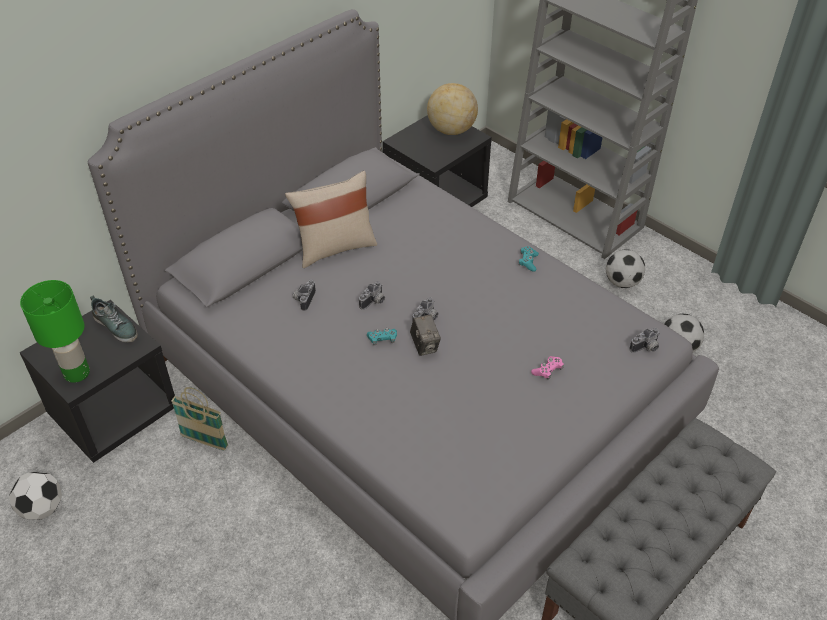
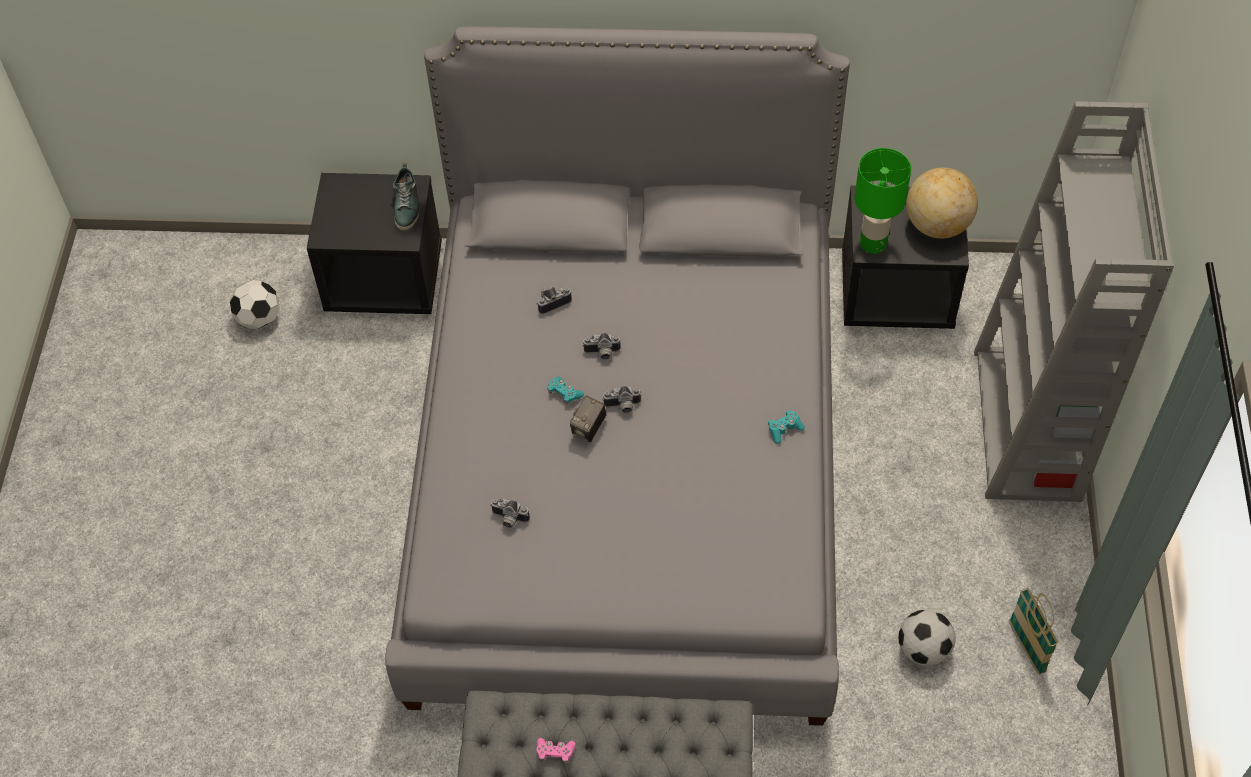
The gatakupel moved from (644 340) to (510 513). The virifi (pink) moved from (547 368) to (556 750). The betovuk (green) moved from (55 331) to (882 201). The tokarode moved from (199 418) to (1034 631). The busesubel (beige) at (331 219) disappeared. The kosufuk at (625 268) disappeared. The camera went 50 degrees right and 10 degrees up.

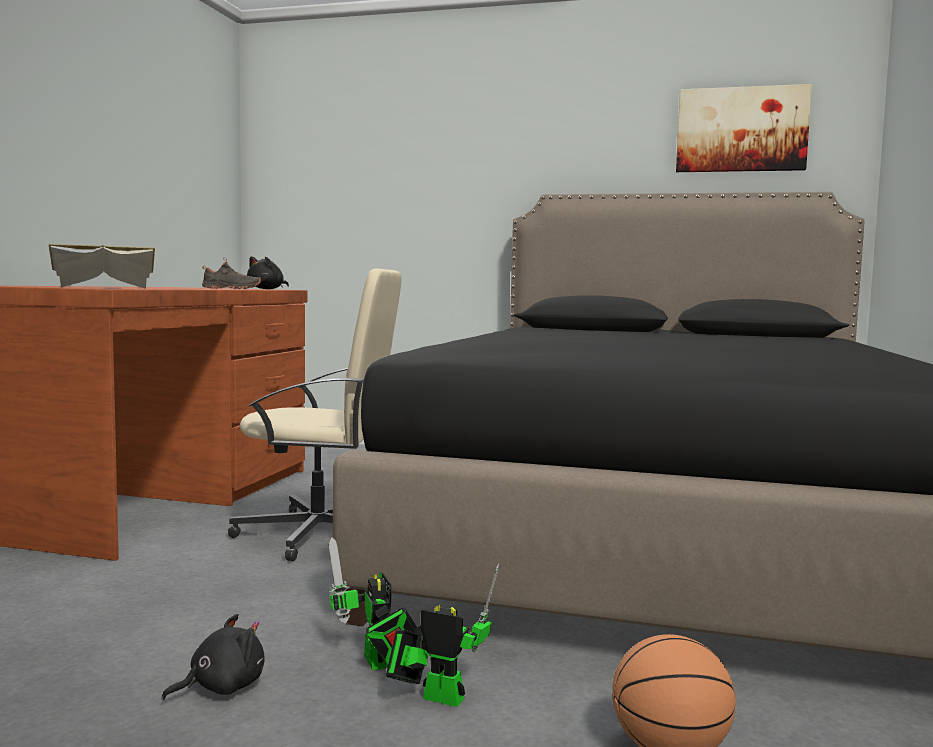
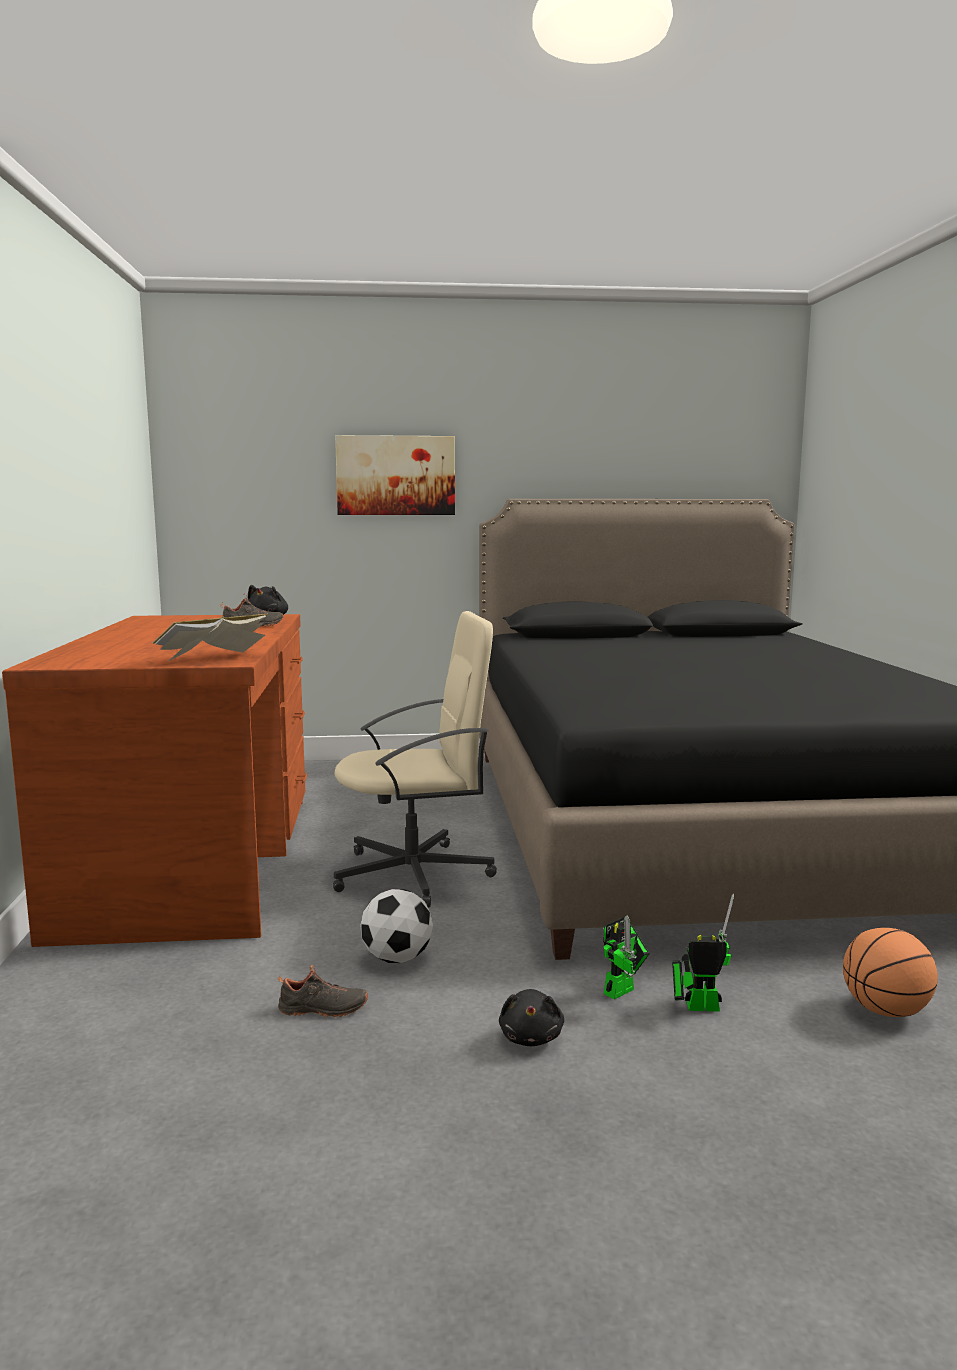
The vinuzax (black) at (323 991) appeared. The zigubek moved from (744 128) to (395 475). The kosufuk at (396 926) appeared. The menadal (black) at (213 657) turned 150 degrees clockwise. The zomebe at (372 603) turned 90 degrees counterclockwise. The camera went 20 degrees left and 5 degrees up.

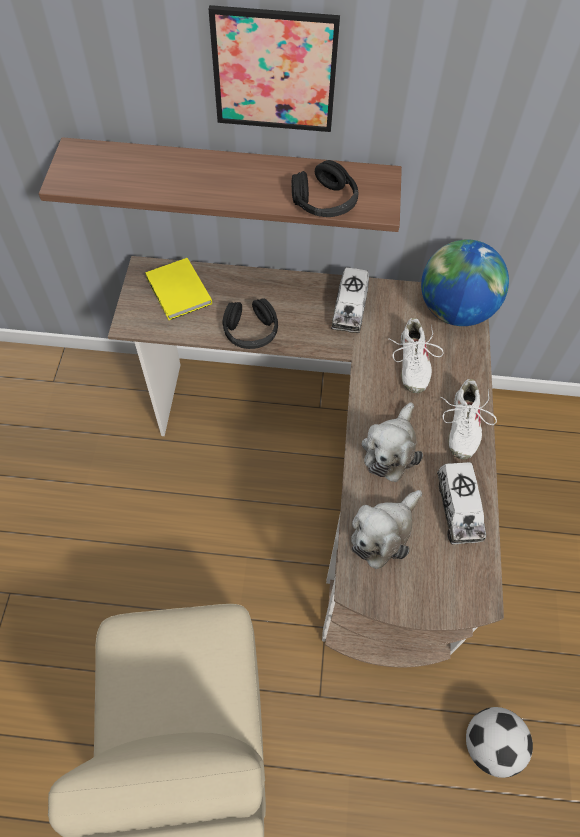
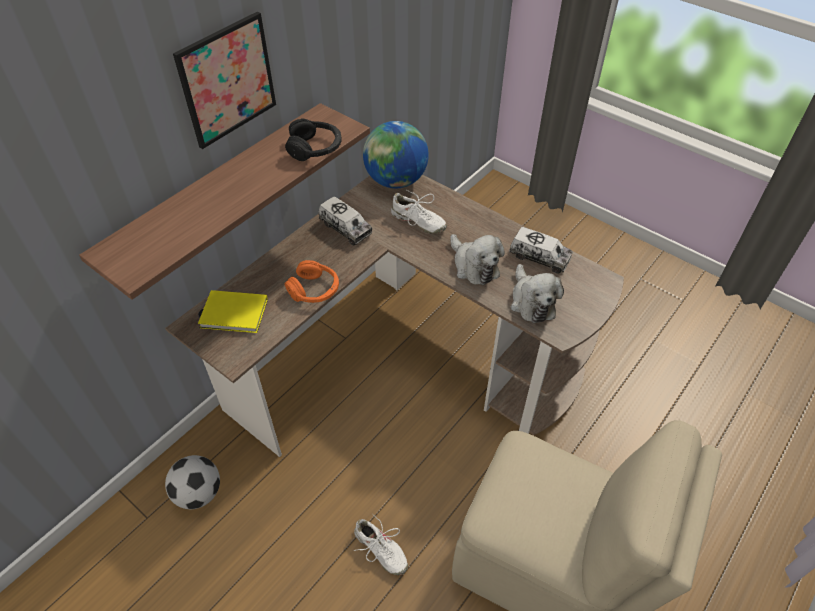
The kosufuk moved from (499 742) to (192 482). The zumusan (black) at (250 323) became the zumusan (orange) at (312 281). The vinuzax (white) moved from (469 419) to (381 546). The camera went 55 degrees left and 10 degrees down.

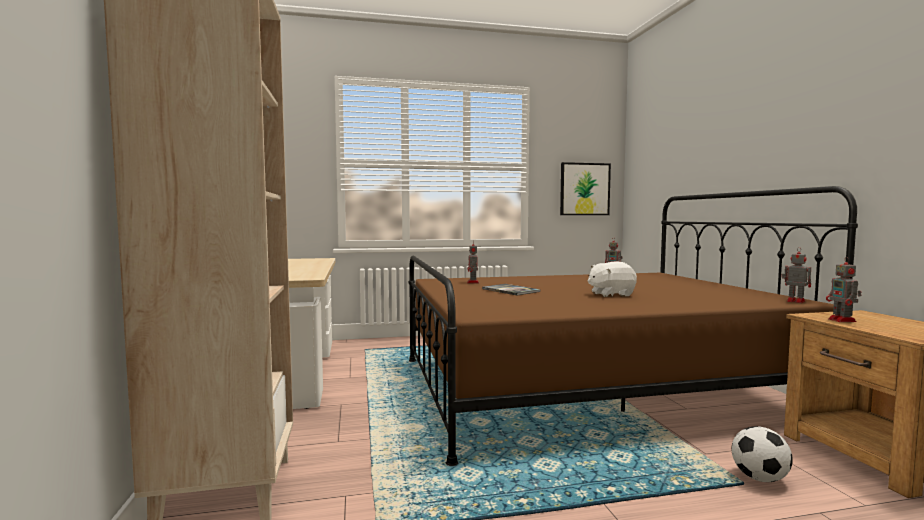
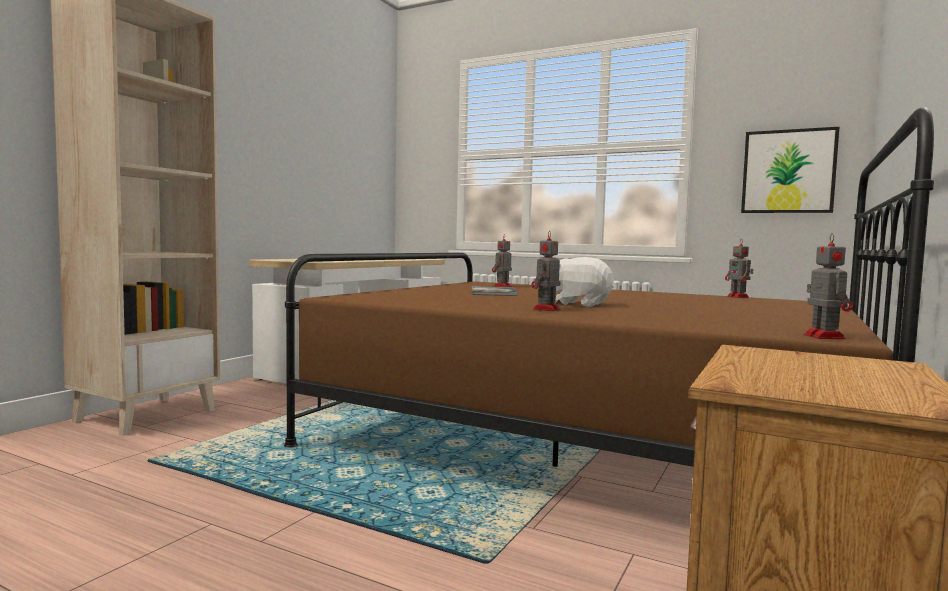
The zomebe moved from (844 289) to (545 271). The kosufuk at (762 454) disappeared. The camera went 40 degrees right and 0 degrees up.

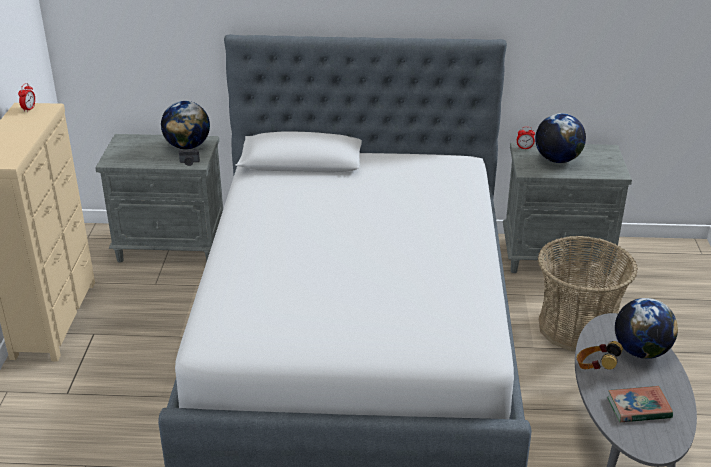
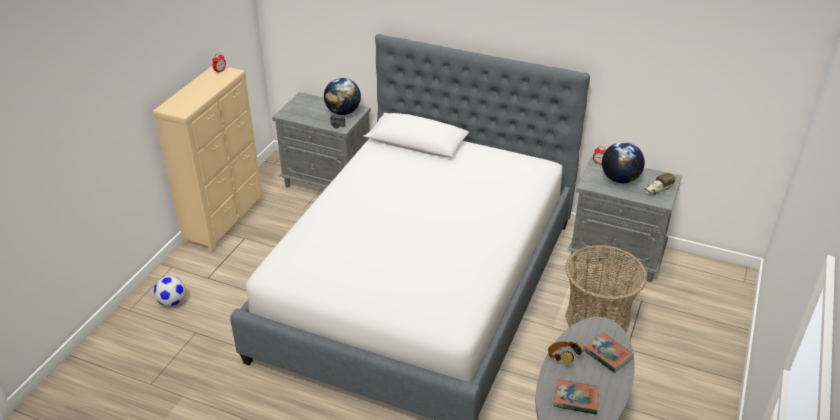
The kosufuk at (169 291) appeared. The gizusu at (646 328) was replaced by the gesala at (609 352). The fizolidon at (660 184) appeared. The camera went 20 degrees right and 5 degrees up.

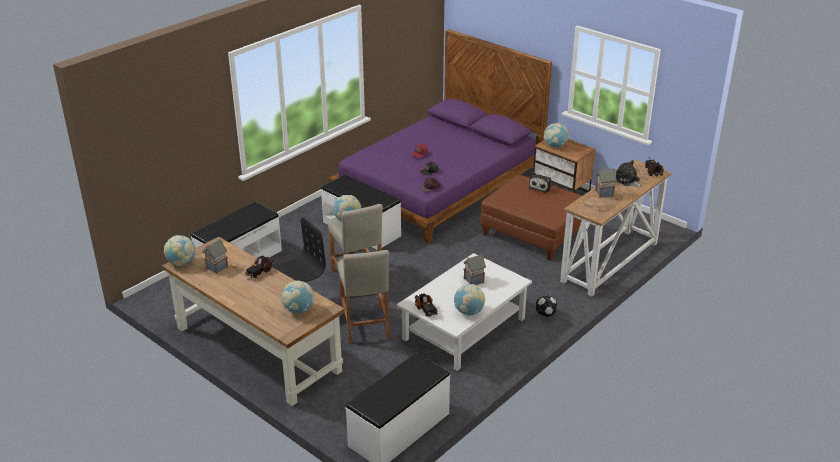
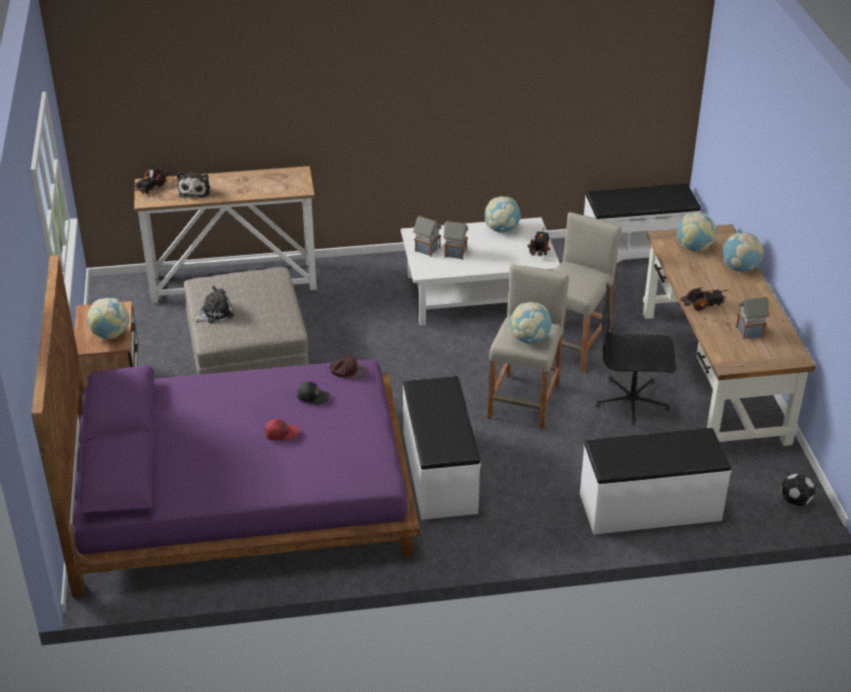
The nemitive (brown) at (531 218) became the nemitive (grey) at (246 321). The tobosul moved from (606 183) to (427 236). The gizusu moved from (180 250) to (743 252). The kosufuk moved from (546 306) to (798 490). The camera went 140 degrees left and 5 degrees up.

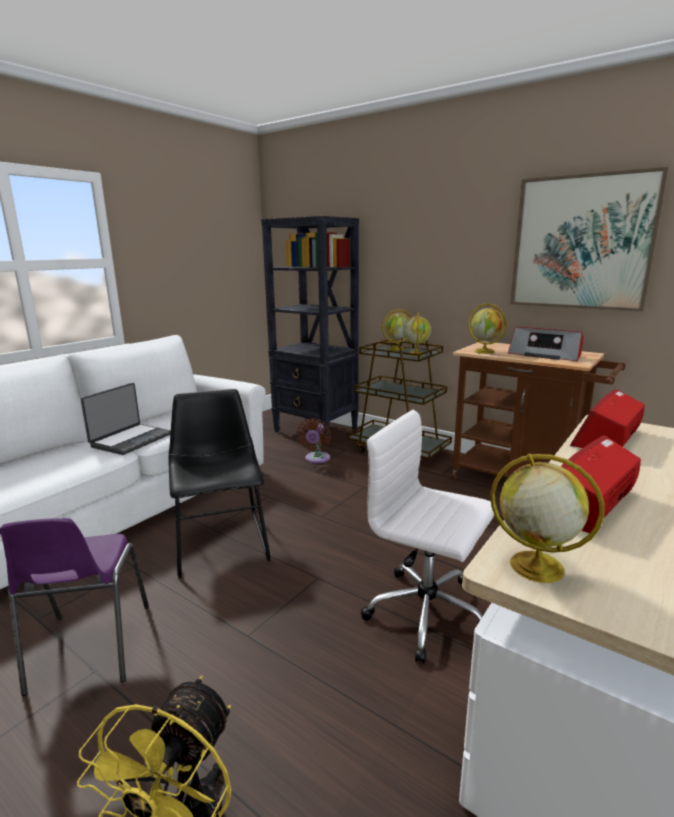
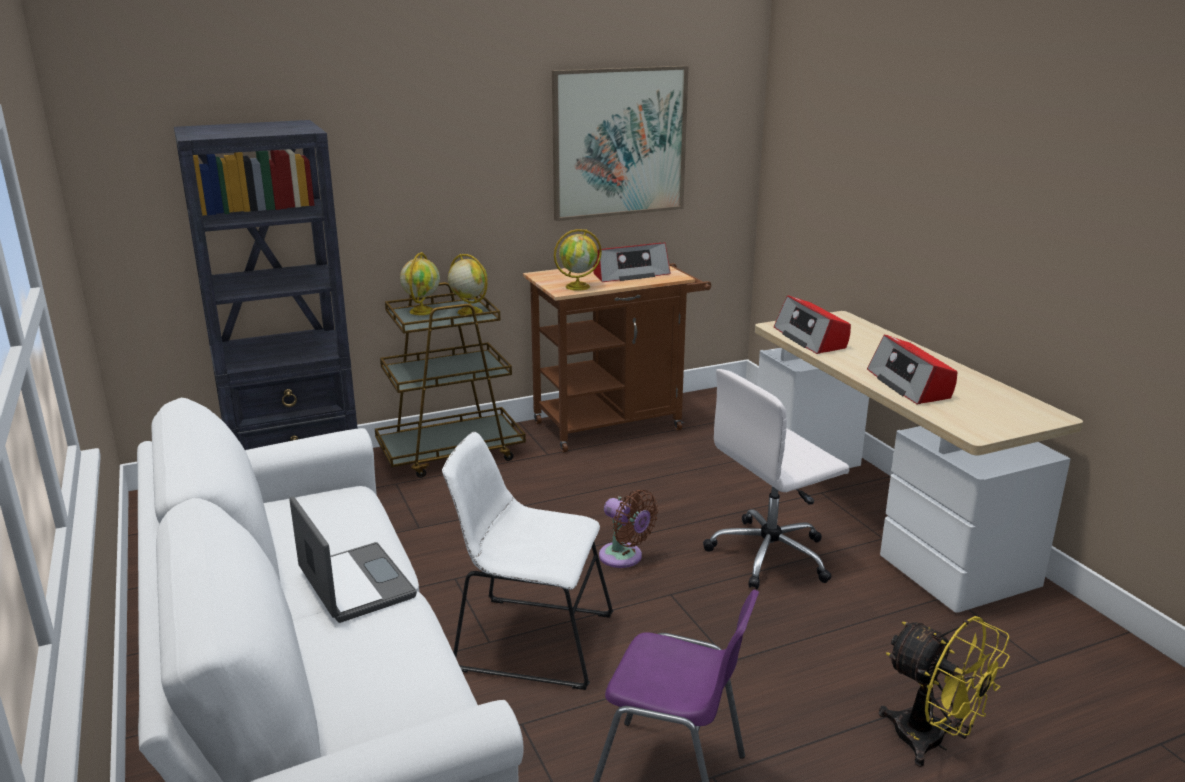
The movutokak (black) at (220 483) became the movutokak (white) at (527 561). The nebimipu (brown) moved from (314 441) to (628 529). The gizusu at (547 518) disappeared. The camera went 60 degrees left and 5 degrees up.

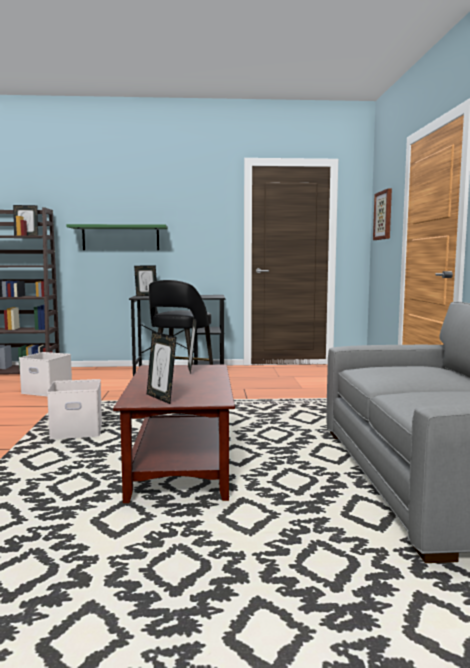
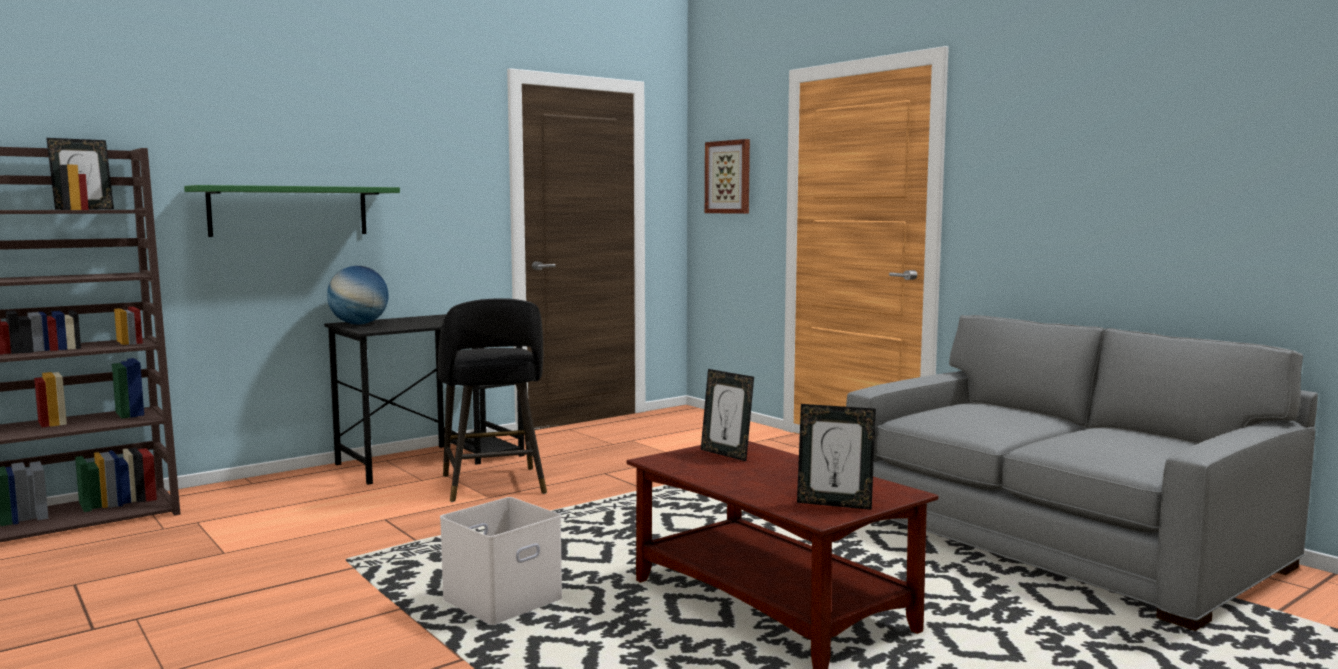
The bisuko at (145 281) was replaced by the gizusu at (358 295). The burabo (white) at (45 374) disappeared. The camera went 35 degrees left and 0 degrees up.

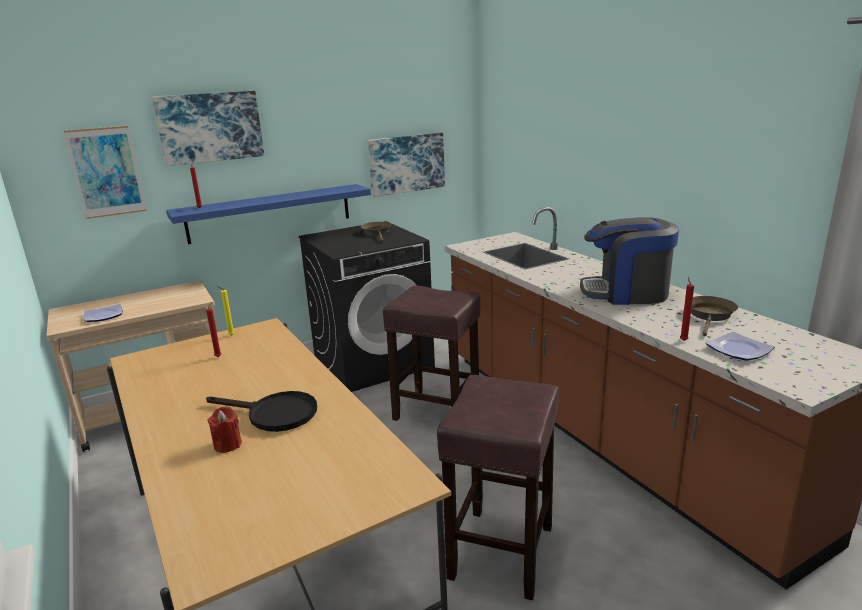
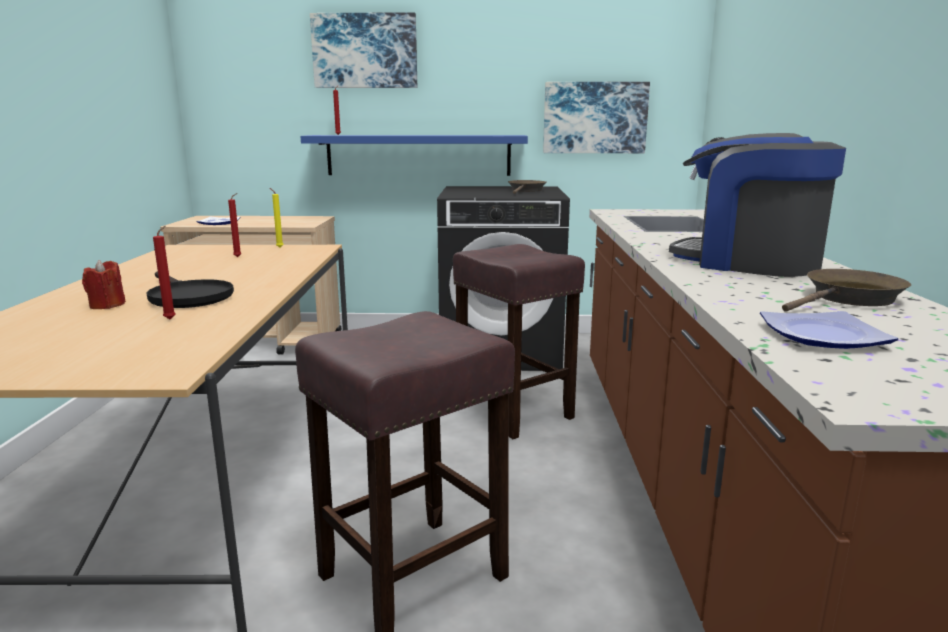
The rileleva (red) moved from (687 309) to (164 272). The zigubek at (105 172) disappeared. The camera went 30 degrees right and 5 degrees down.

